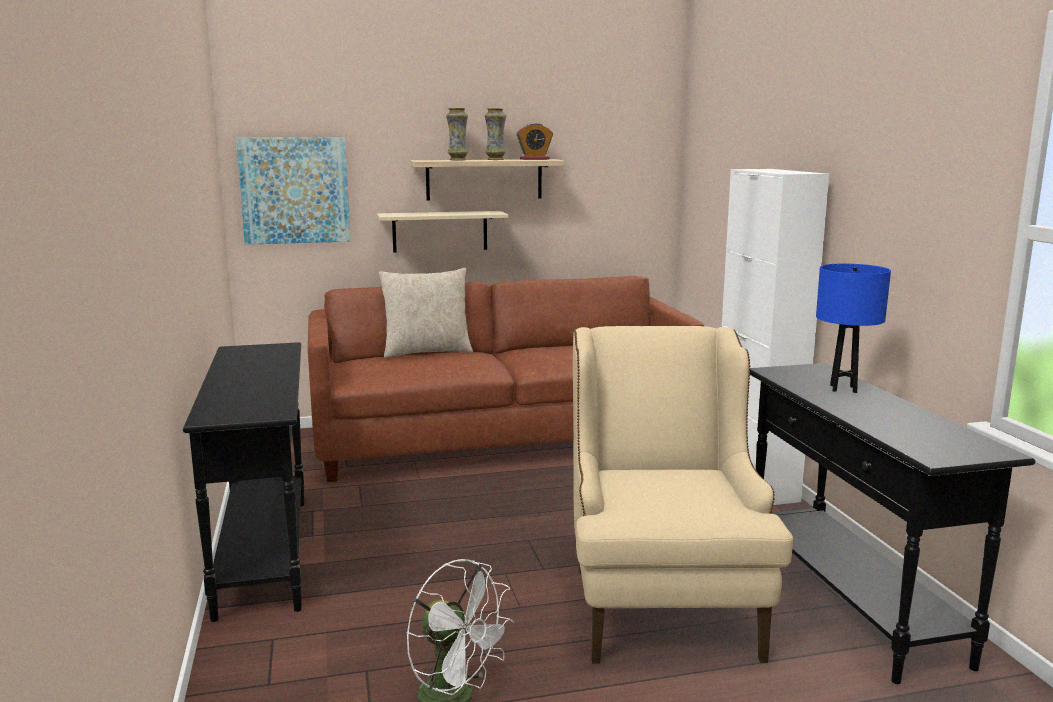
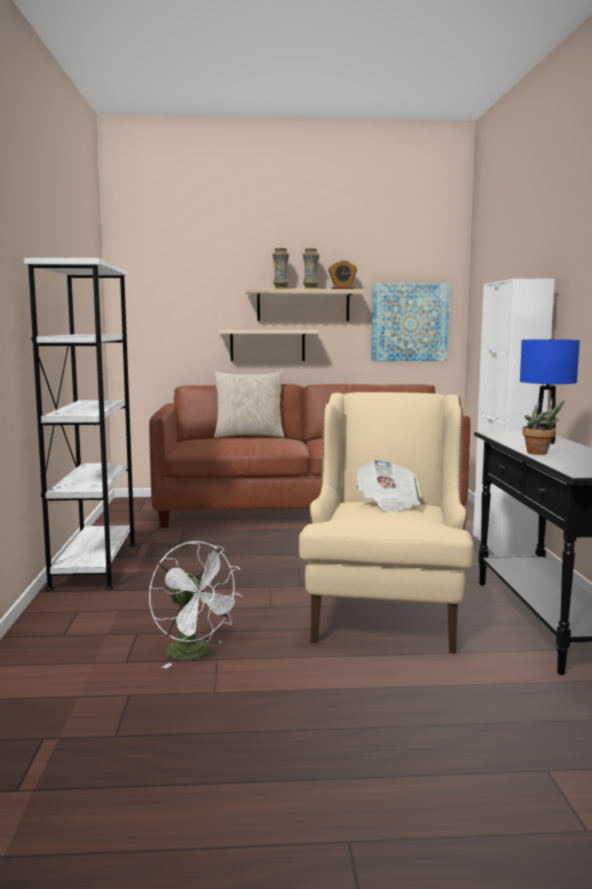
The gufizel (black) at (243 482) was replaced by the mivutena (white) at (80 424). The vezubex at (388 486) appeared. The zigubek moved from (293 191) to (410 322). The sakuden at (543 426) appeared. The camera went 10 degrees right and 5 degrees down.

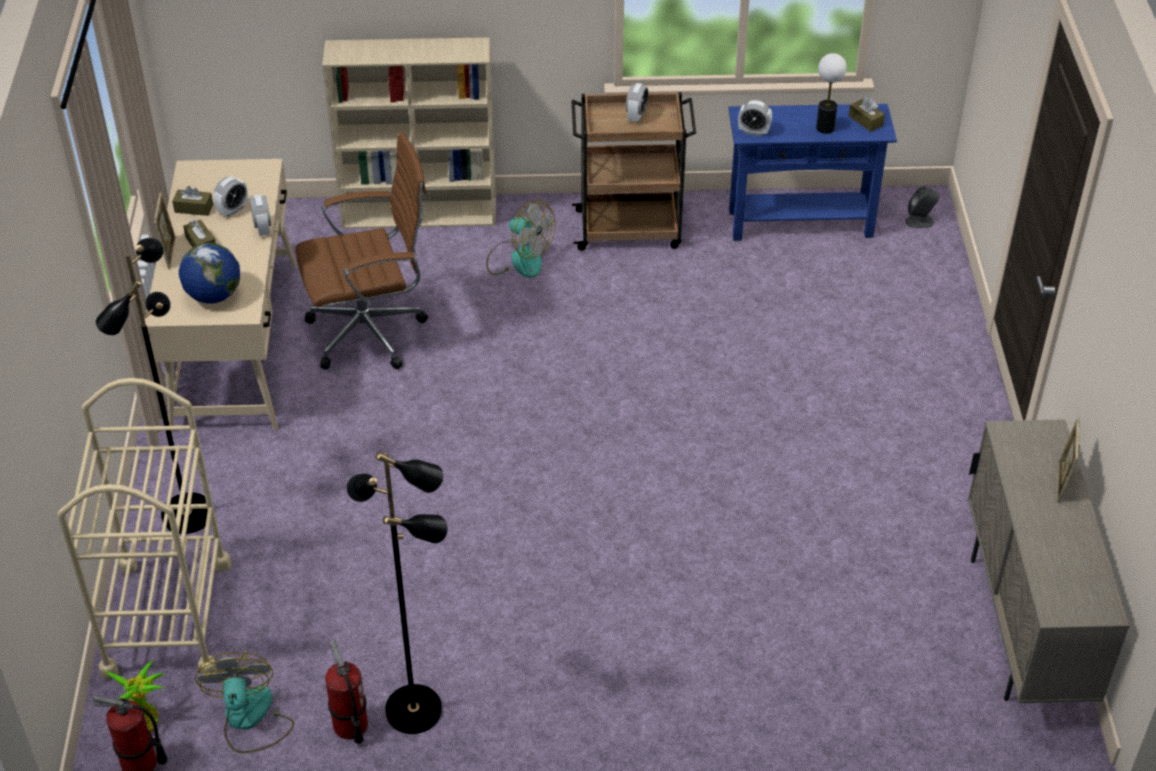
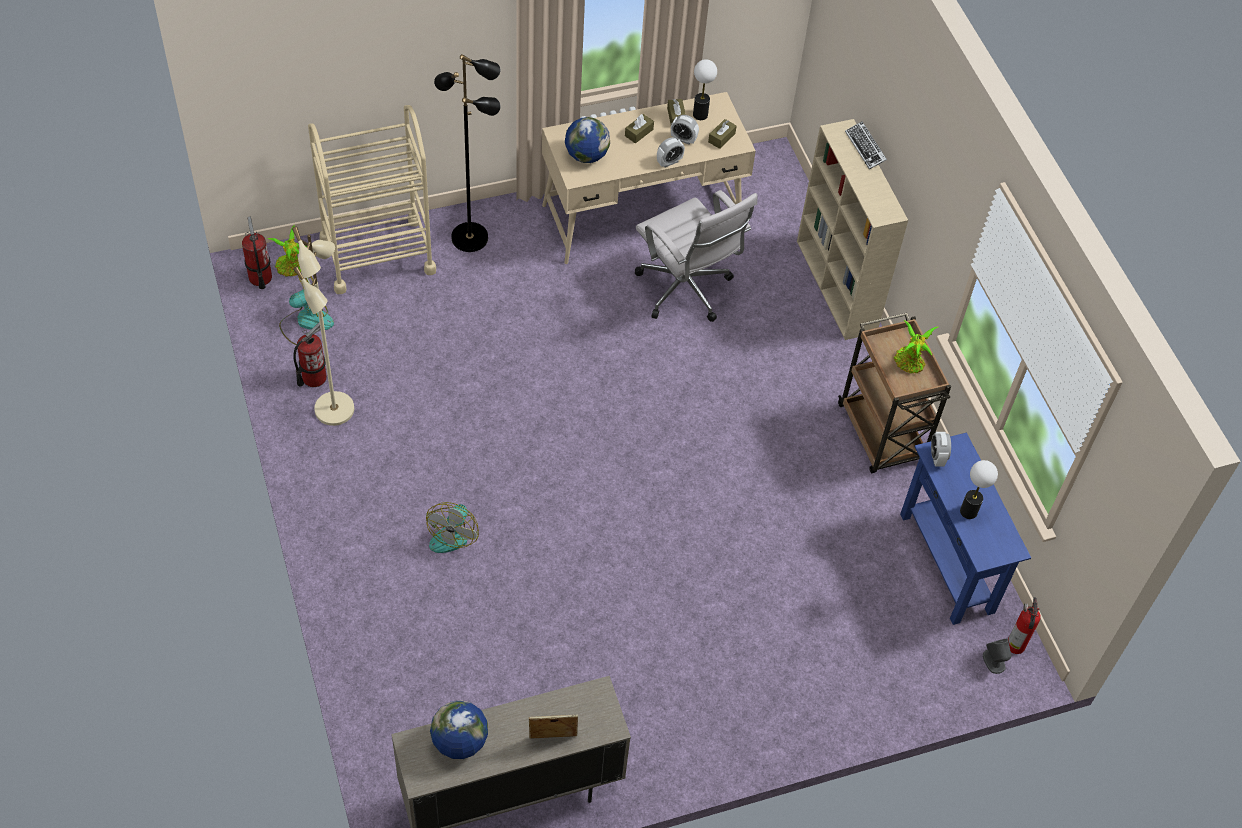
The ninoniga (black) at (397 593) became the ninoniga (beige) at (323 326). The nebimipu moved from (520 239) to (452 527). The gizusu at (459 729) appeared. The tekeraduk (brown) at (362 250) became the tekeraduk (white) at (696 256). The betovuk at (705 89) appeared. The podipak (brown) moved from (867 114) to (722 134). The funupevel at (866 145) appeared. The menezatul at (637 103) was replaced by the sakuden at (916 346). The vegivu at (1024 625) appeared. The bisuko at (165 230) disappeared. The camera went 70 degrees right and 10 degrees up.

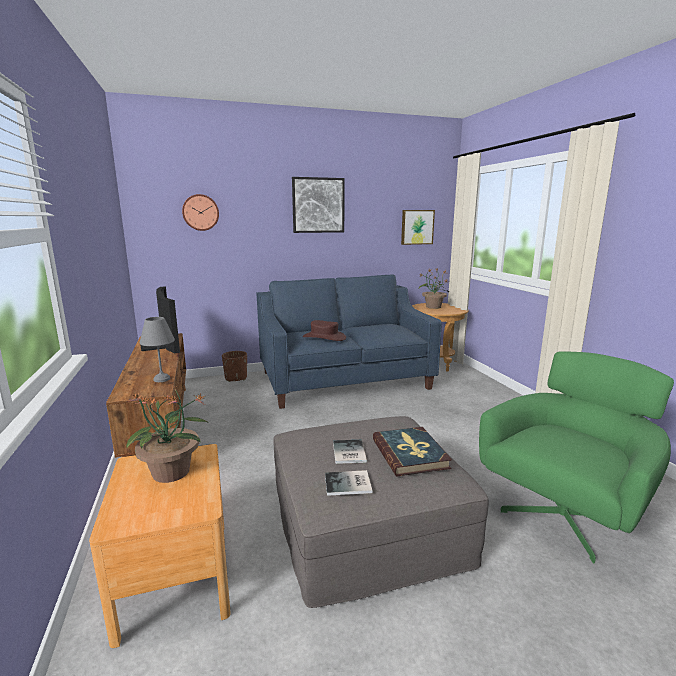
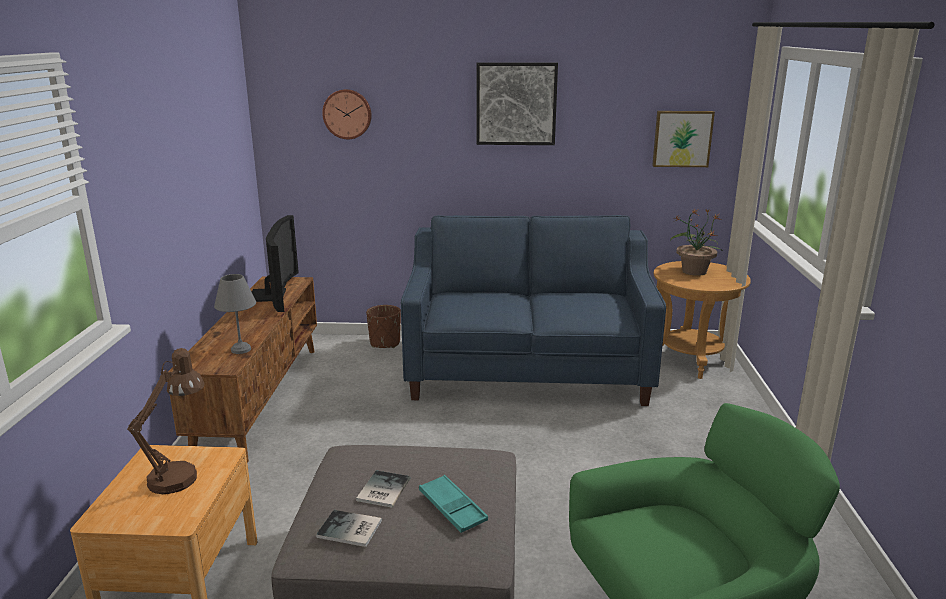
The sakuden at (166 434) was replaced by the betovuk (brown) at (166 421). The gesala at (412 451) was replaced by the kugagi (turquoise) at (453 504). The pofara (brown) at (324 330) disappeared. The camera went 20 degrees right and 5 degrees up.

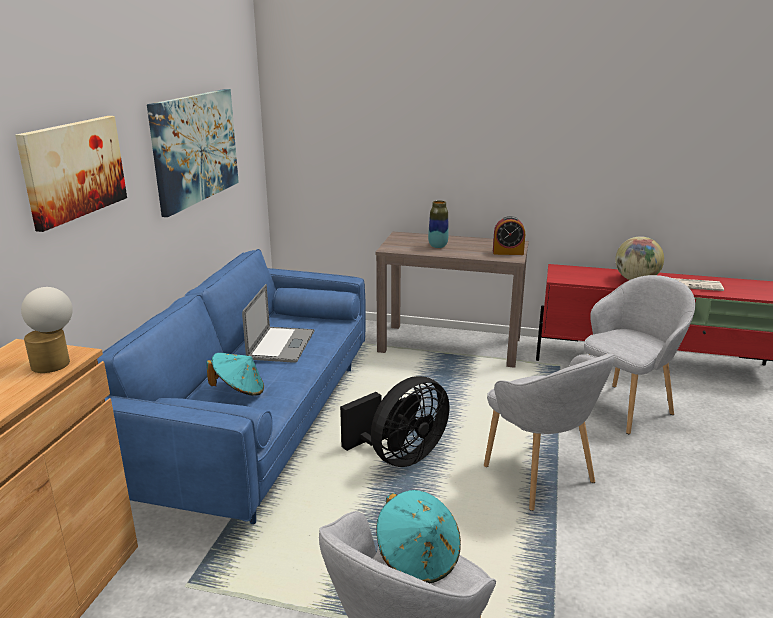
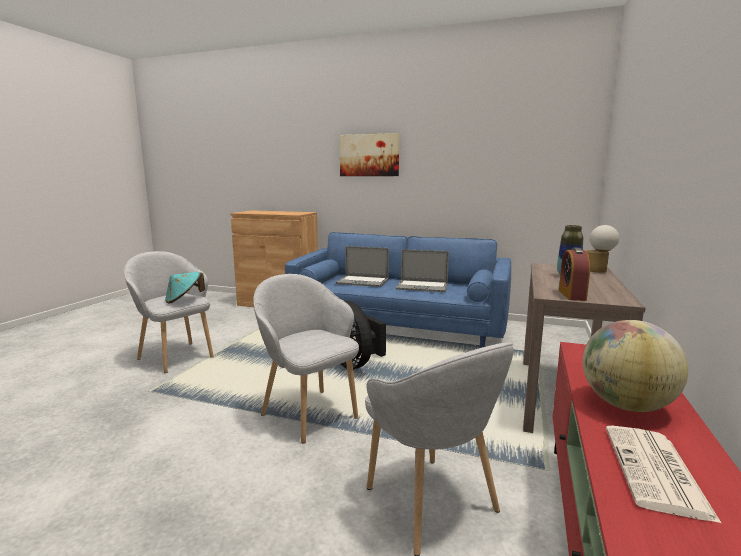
The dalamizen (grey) at (549 432) turned 75 degrees clockwise. The pofara (turquoise) at (235 374) was replaced by the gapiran at (362 266). The betovuk moved from (47 330) to (602 248). The zigubek at (193 153) disappeared. The camera went 95 degrees right and 10 degrees down.

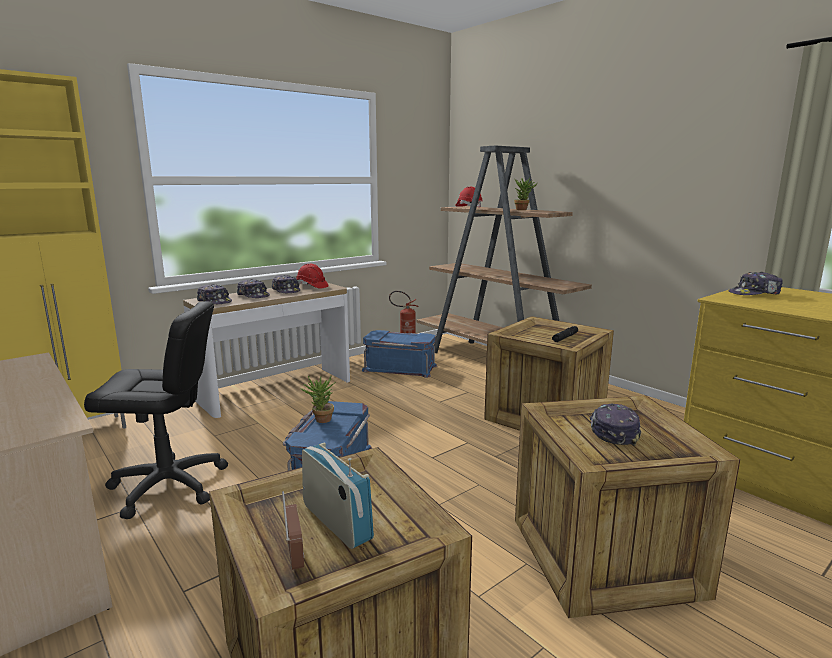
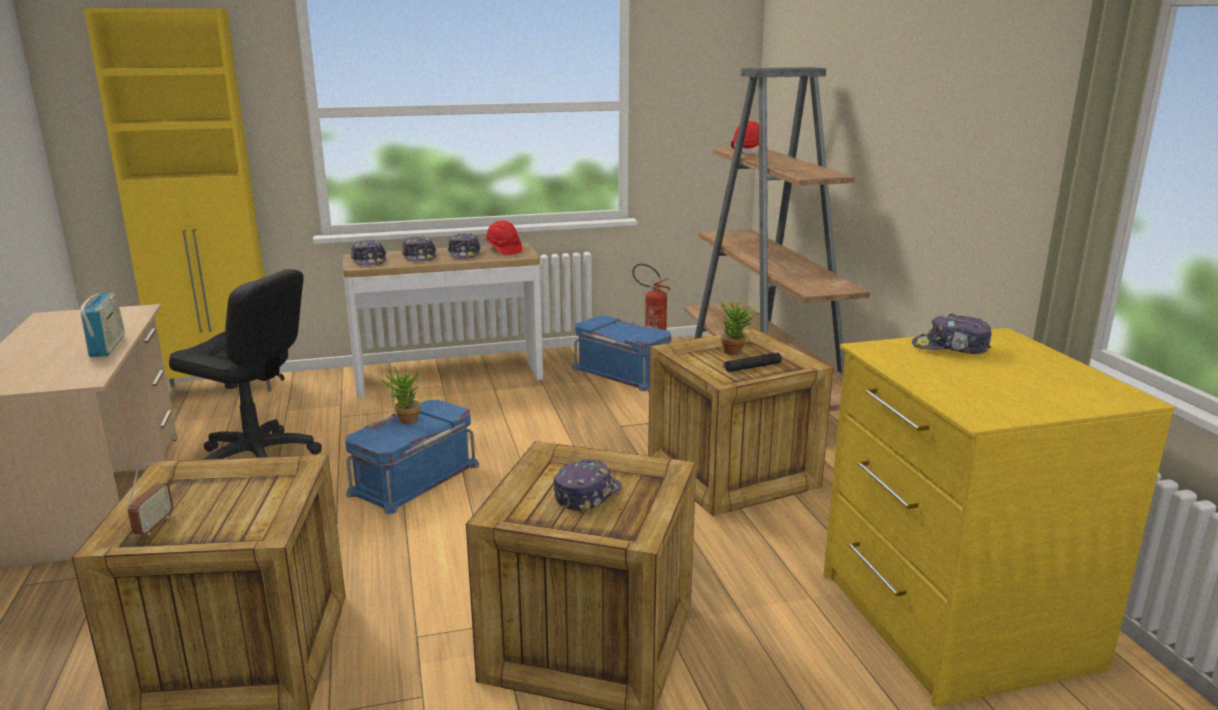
The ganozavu moved from (338 495) to (102 325). The sakuden moved from (525 194) to (740 327). The camera went 25 degrees right and 5 degrees up.

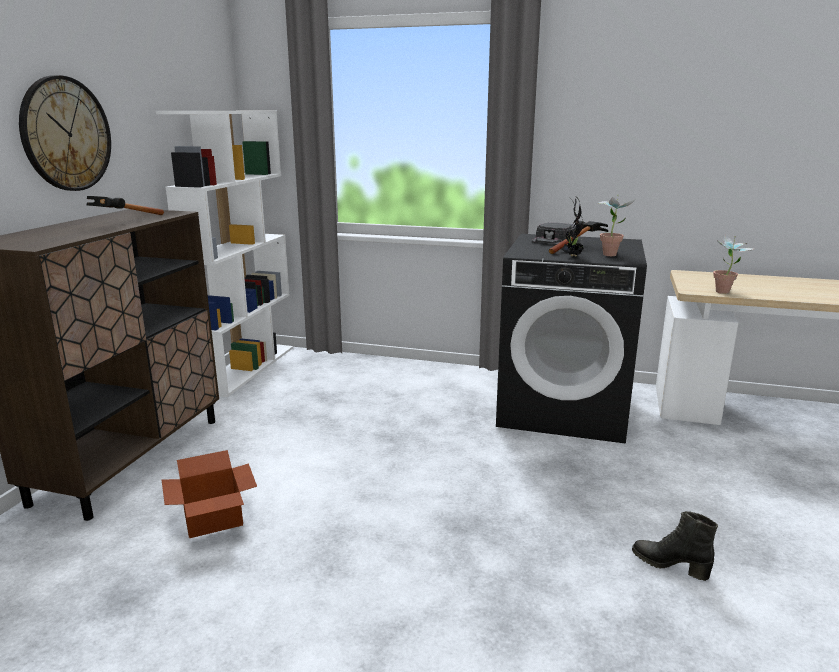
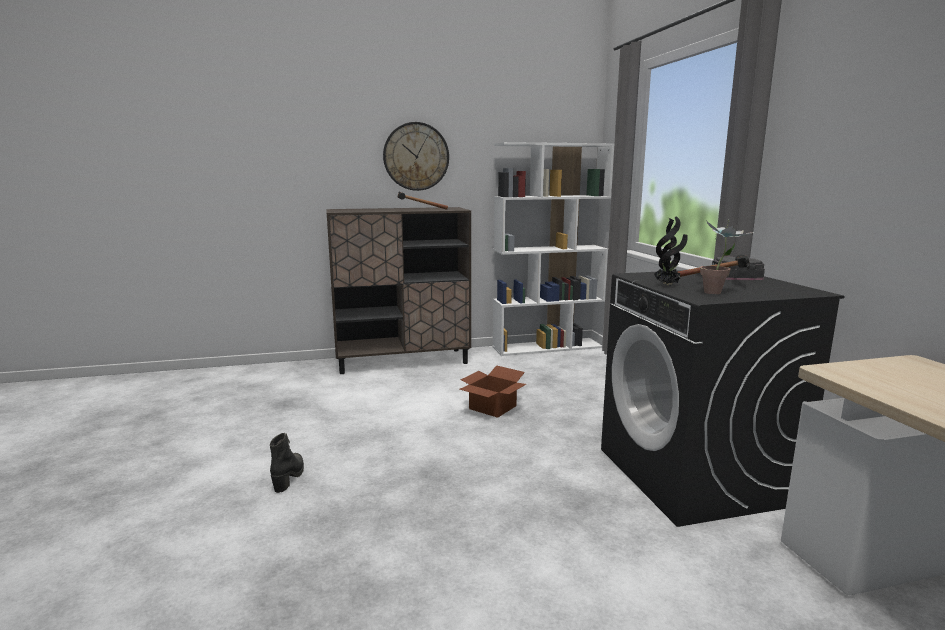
The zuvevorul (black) moved from (675 546) to (287 463). The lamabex moved from (209 494) to (492 391). The sakuden at (733 264) disappeared. The camera went 60 degrees right and 5 degrees down.

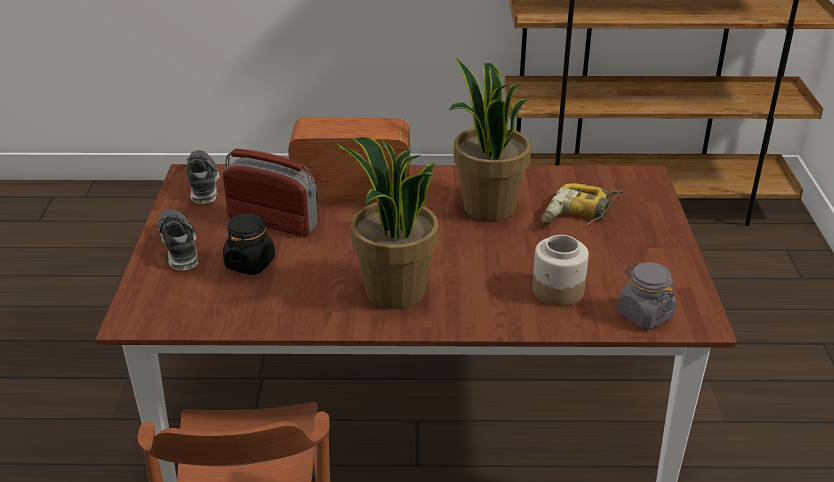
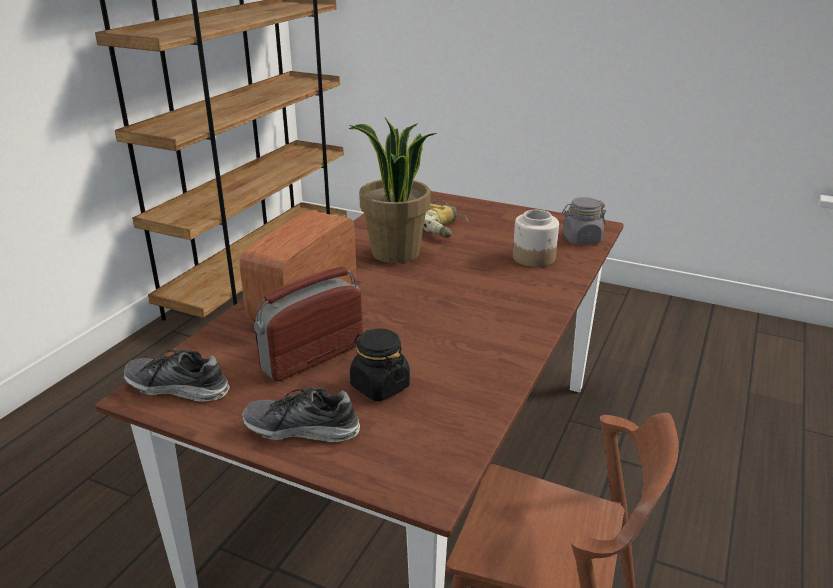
The sakuden at (387 223) disappeared. The camera went 65 degrees left and 5 degrees down.

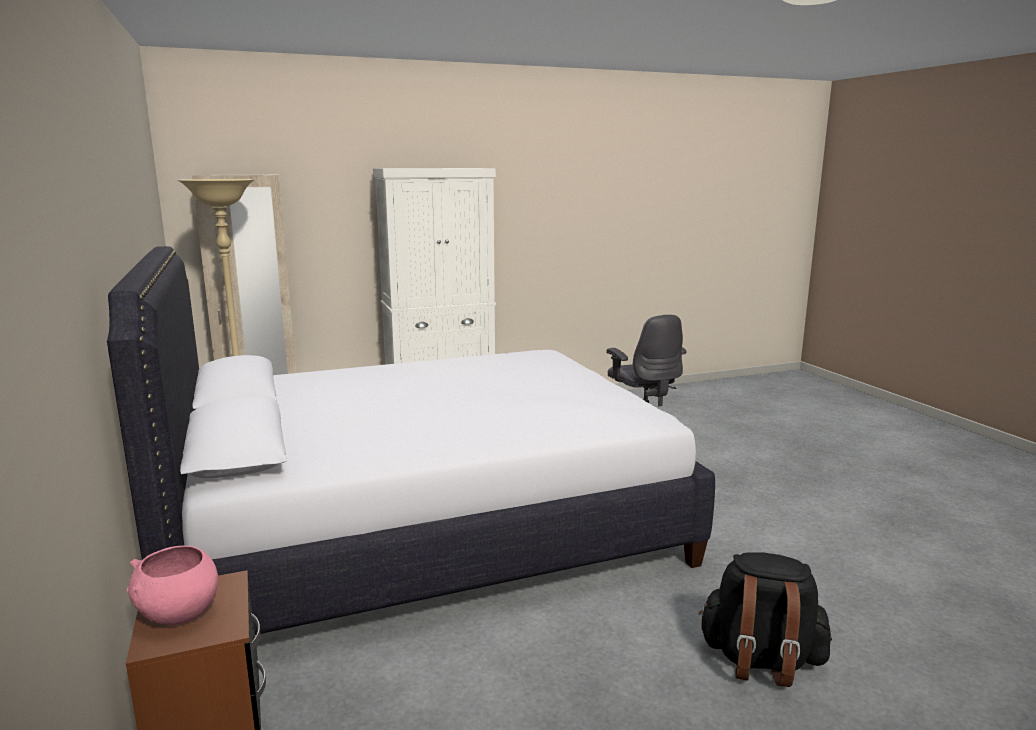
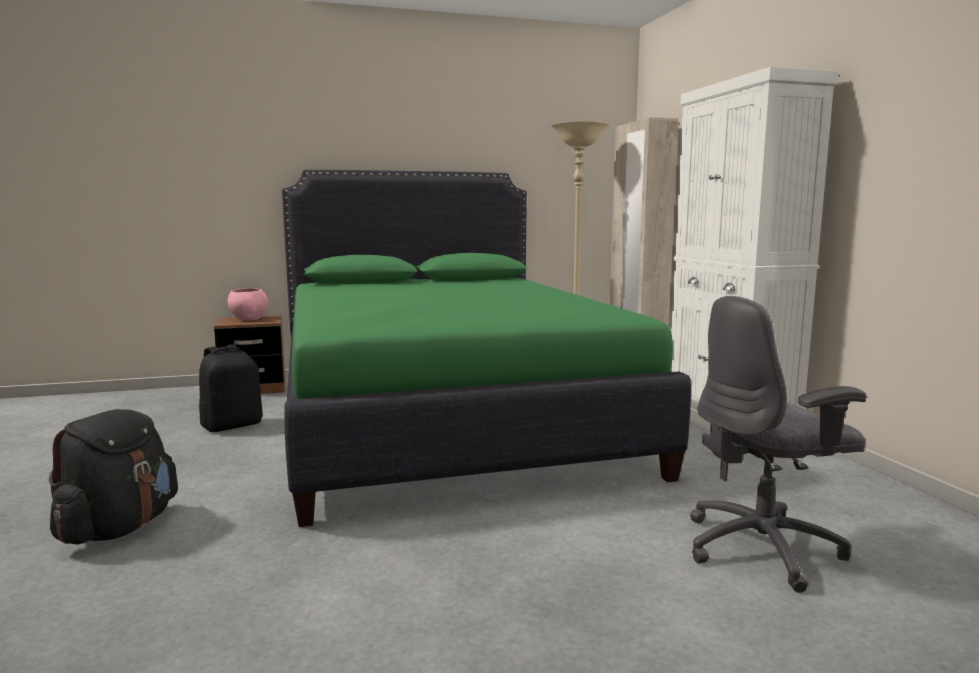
The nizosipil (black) at (231 388) appeared. The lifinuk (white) at (411 440) became the lifinuk (green) at (486 348). The camera went 95 degrees right and 5 degrees down.

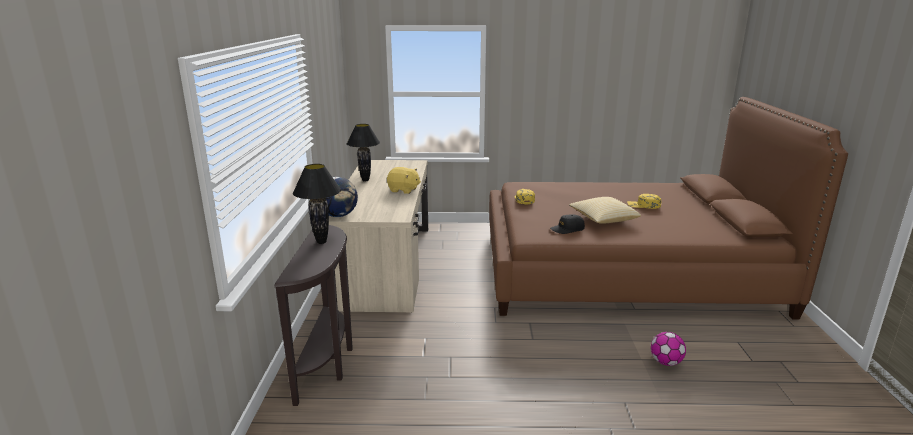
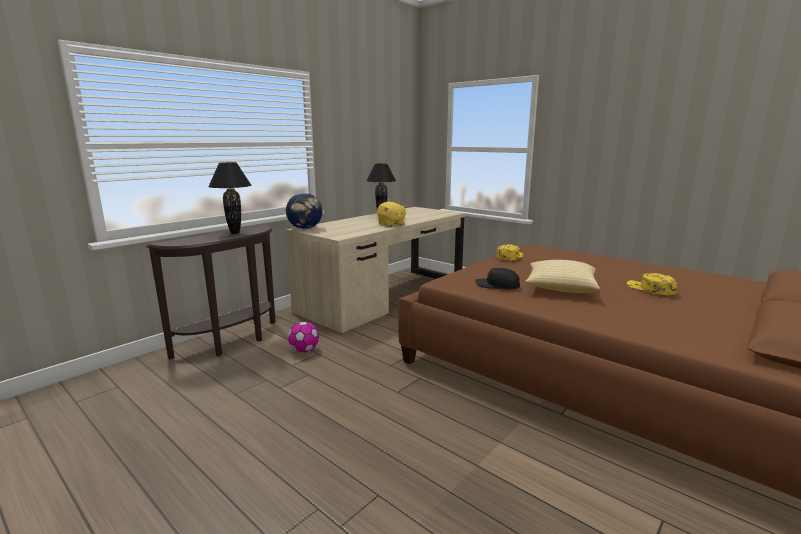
The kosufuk moved from (668 349) to (303 337). The camera went 40 degrees right and 5 degrees down.

